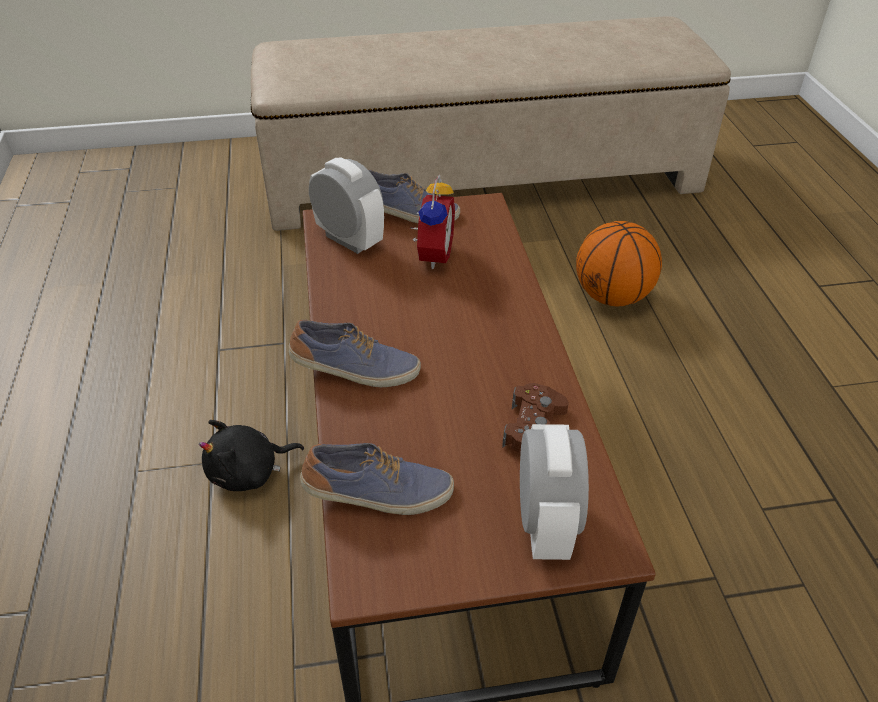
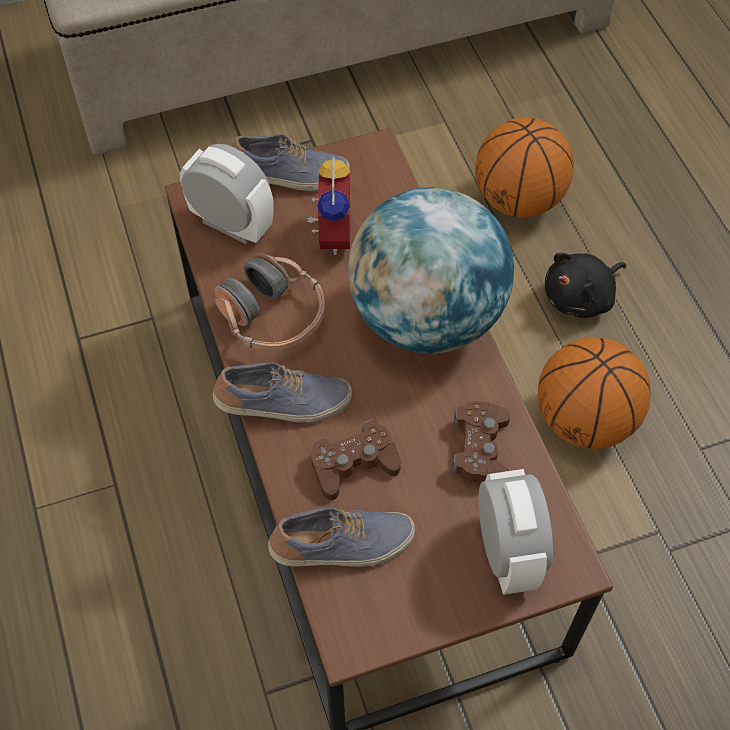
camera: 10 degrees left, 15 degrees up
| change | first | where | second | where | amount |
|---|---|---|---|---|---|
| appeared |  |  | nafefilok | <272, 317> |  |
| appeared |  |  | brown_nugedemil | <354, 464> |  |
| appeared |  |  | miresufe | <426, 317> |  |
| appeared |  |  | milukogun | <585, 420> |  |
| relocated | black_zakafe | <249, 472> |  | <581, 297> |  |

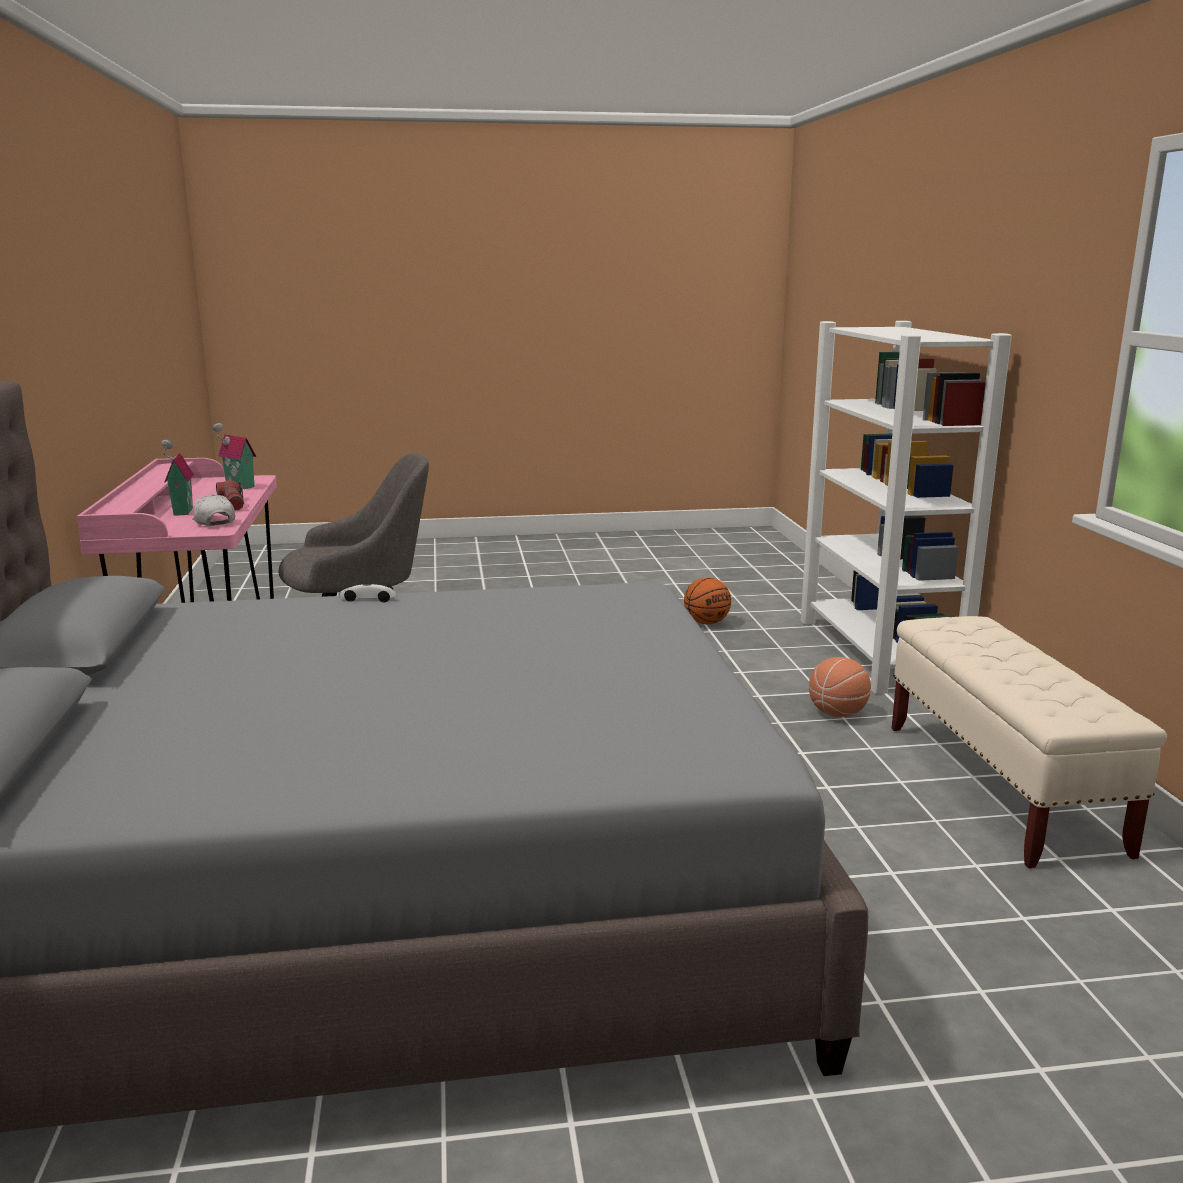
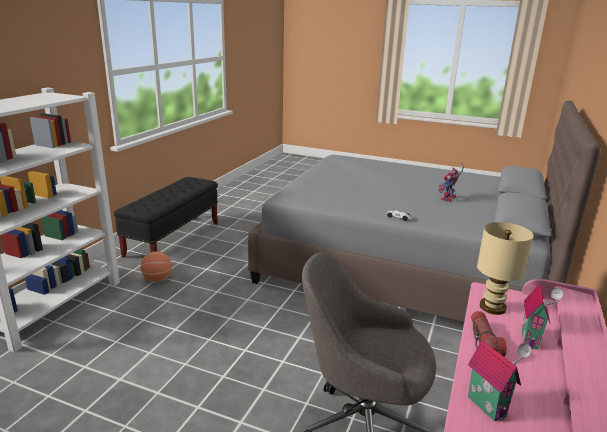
camera: 150 degrees left, 5 degrees up
| change | first | where | second | where | amount |
|---|---|---|---|---|---|
| missing | milukogun | <706, 623> |  |  |  |
| appeared |  |  | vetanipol | <448, 199> |  |
| exchanged | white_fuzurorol | <213, 521> | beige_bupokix | <493, 307> |  |
| colour | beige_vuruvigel | <1000, 787> | black_vuruvigel | <173, 239> |  |

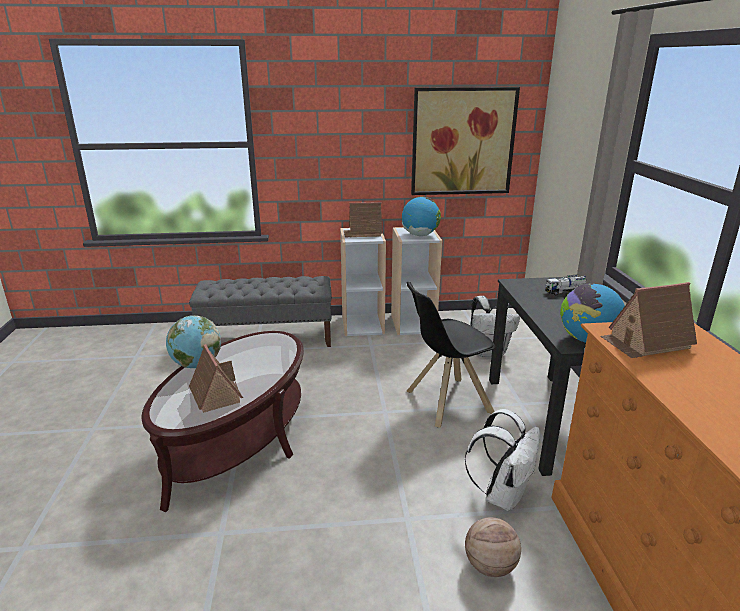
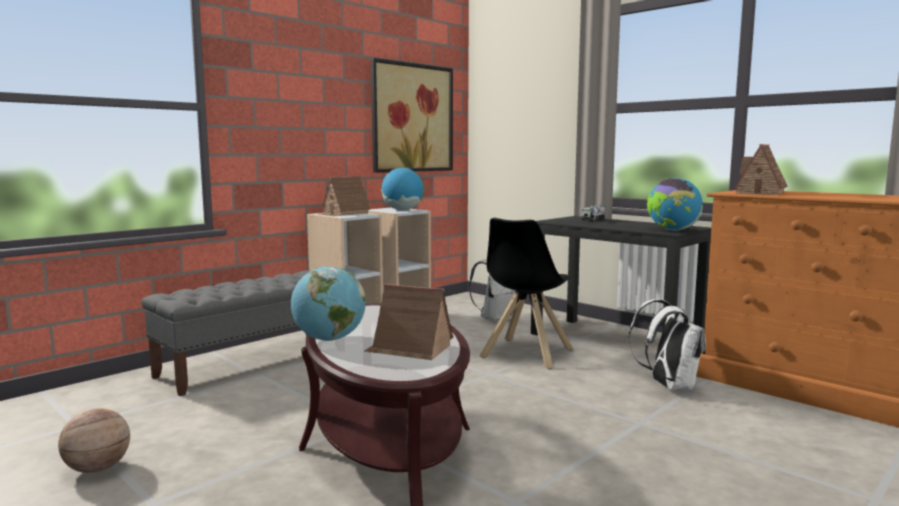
camera: 40 degrees left, 15 degrees down
| change | first | where | second | where | amount |
|---|---|---|---|---|---|
| relocated | milukogun | <490, 566> |  | <98, 469> |  |

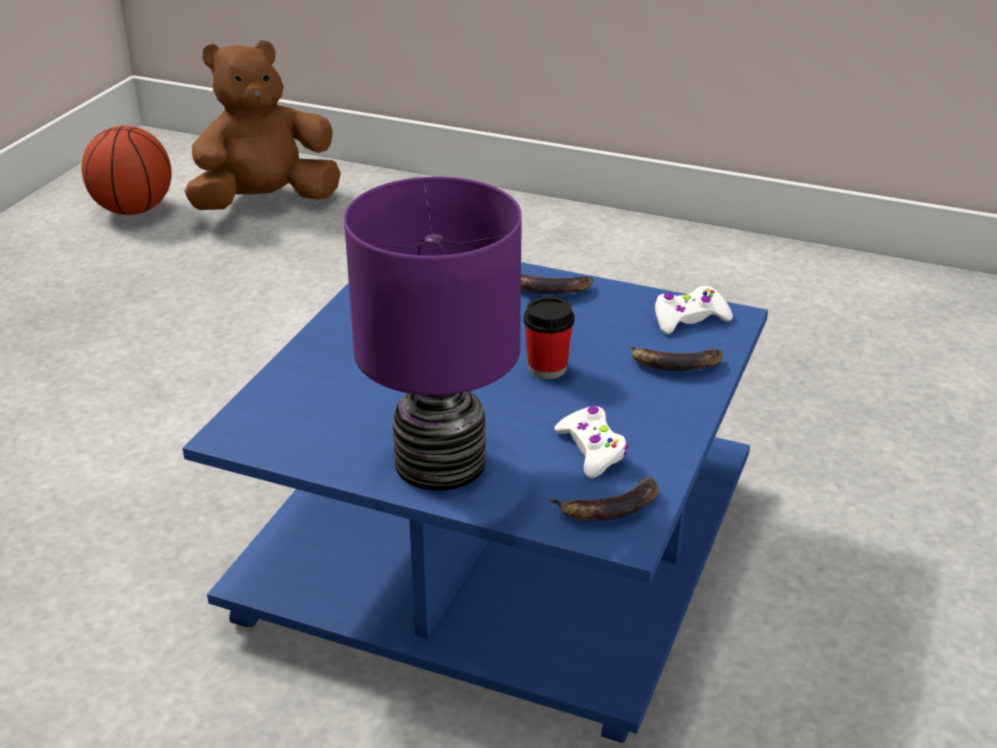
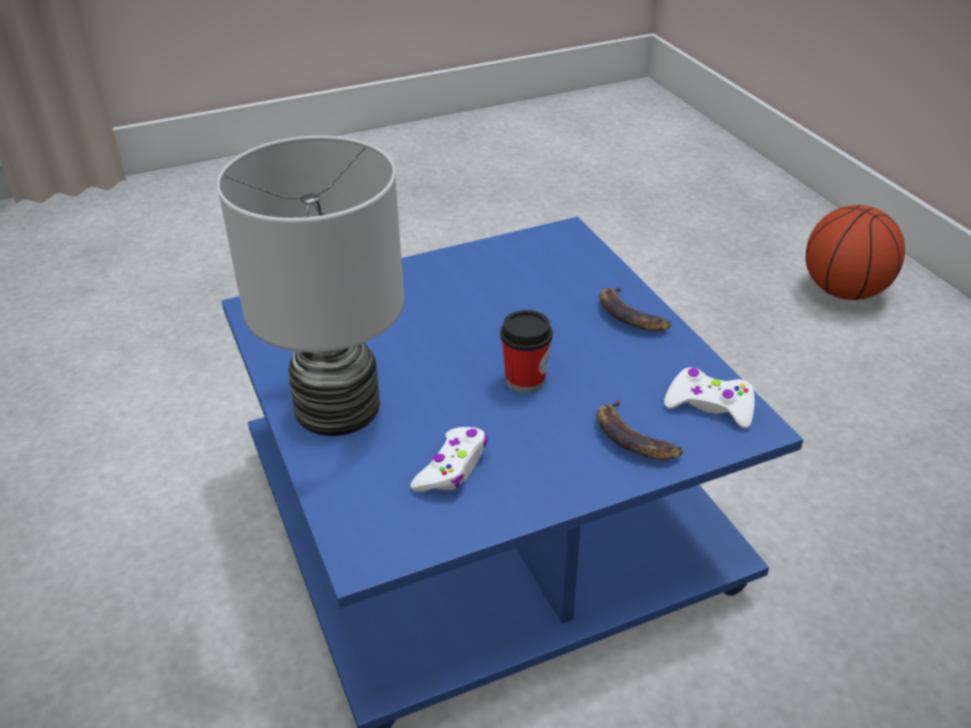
camera: 45 degrees right, 5 degrees up
| change | first | where | second | where | amount |
|---|---|---|---|---|---|
| missing | brown_zakafe | <265, 202> |  |  |  |
| missing | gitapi | <609, 506> |  |  |  |
| relocated | milukogun | <133, 210> |  | <843, 291> |  |
| colour | purple_bupokix | <439, 463> | grey_bupokix | <337, 407> |  |

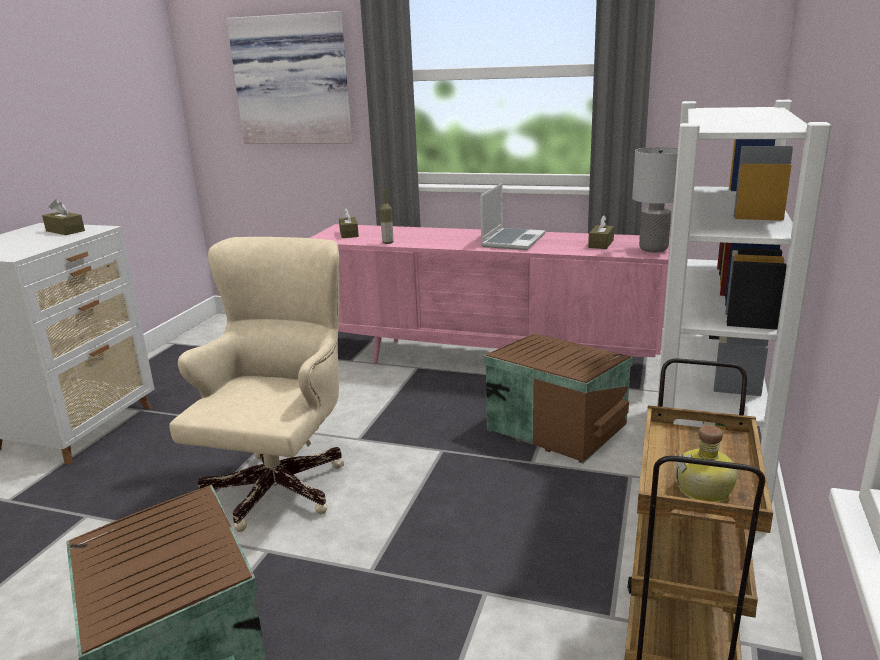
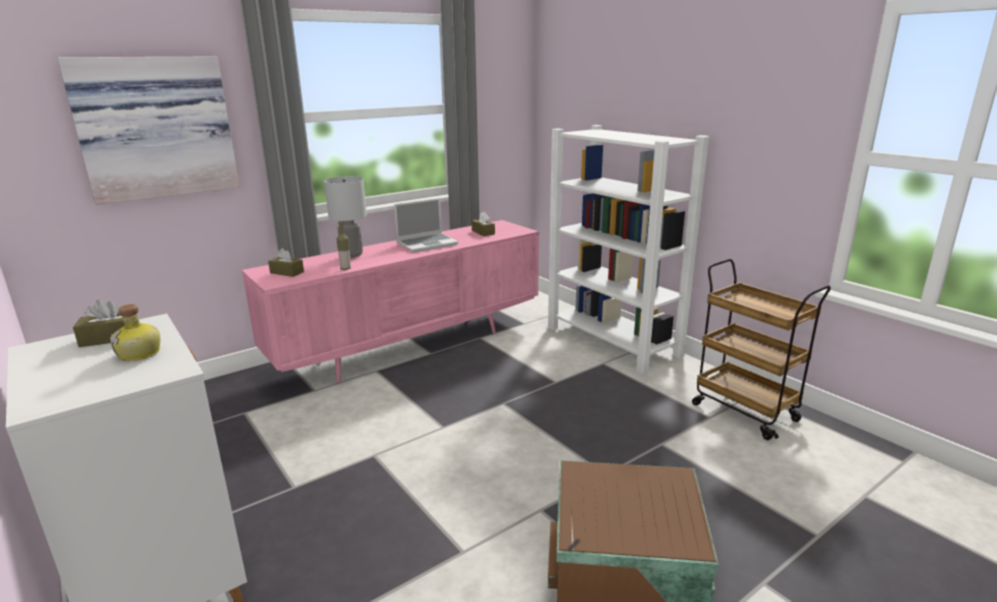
camera: 55 degrees left, 0 degrees up
| change | first | where | second | where | amount |
|---|---|---|---|---|---|
| missing | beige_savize | <280, 484> |  |  |  |
| missing | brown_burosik | <556, 425> |  |  |  |
| relocated | grey_bupokix | <653, 250> |  | <352, 256> |  |
| relocated | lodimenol | <705, 491> |  | <141, 354> |  |
| spun | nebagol | <512, 240> |  | <427, 244> | 90 degrees clockwise |

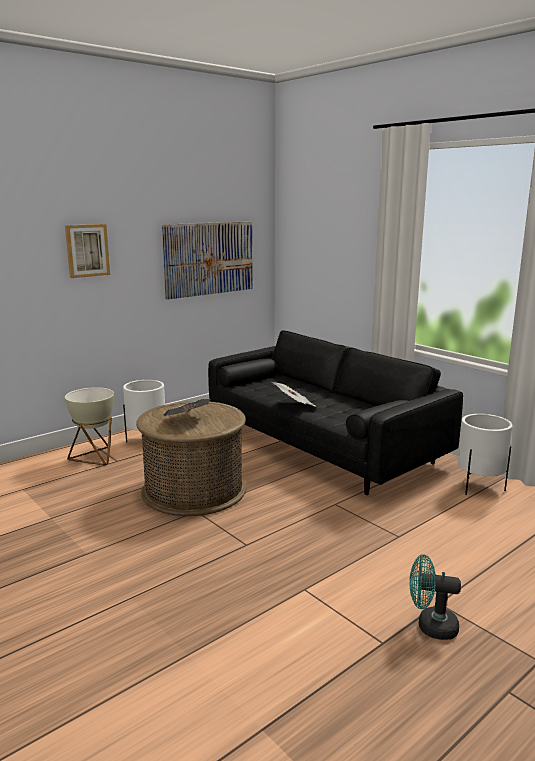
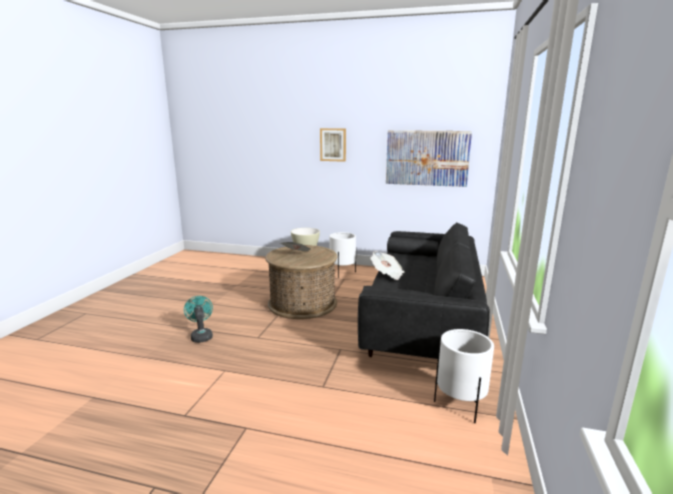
camera: 55 degrees right, 0 degrees up
| change | first | where | second | where | amount |
|---|---|---|---|---|---|
| relocated | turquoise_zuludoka | <430, 626> |  | <201, 336> |  |

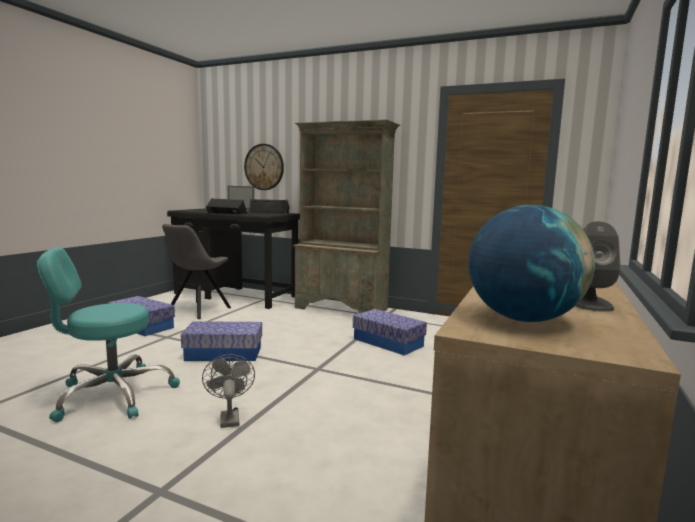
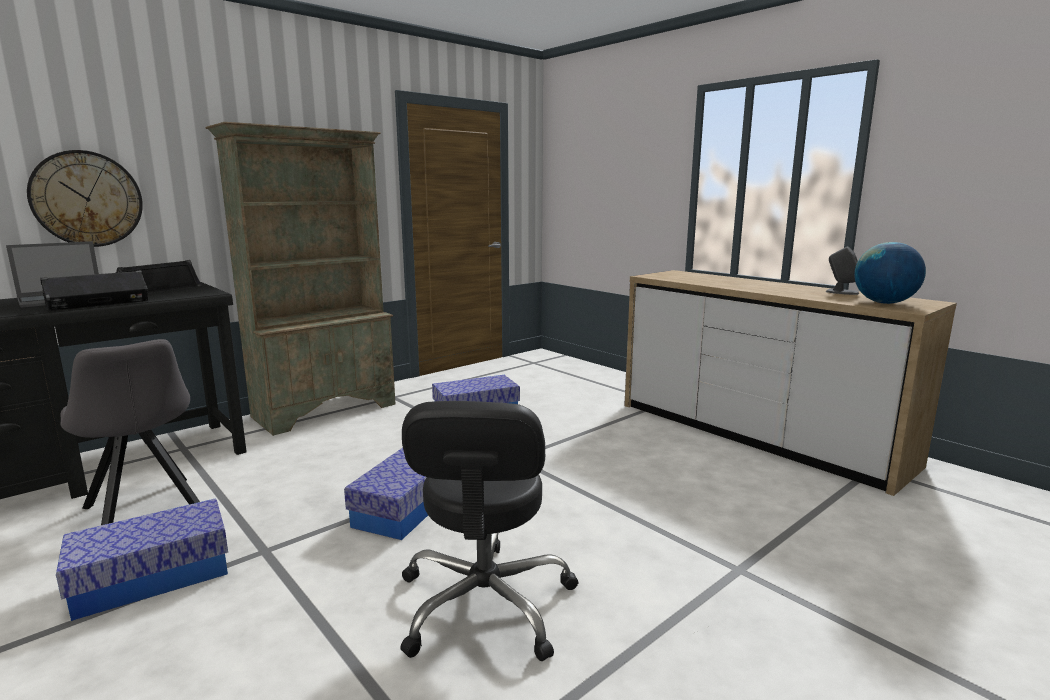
camera: 65 degrees left, 5 degrees up
| change | first | where | second | where | amount |
|---|---|---|---|---|---|
| missing | grey_zuludoka | <229, 417> |  |  |  |
| colour | turquoise_savize | <108, 395> | black_savize | <484, 610> |  |

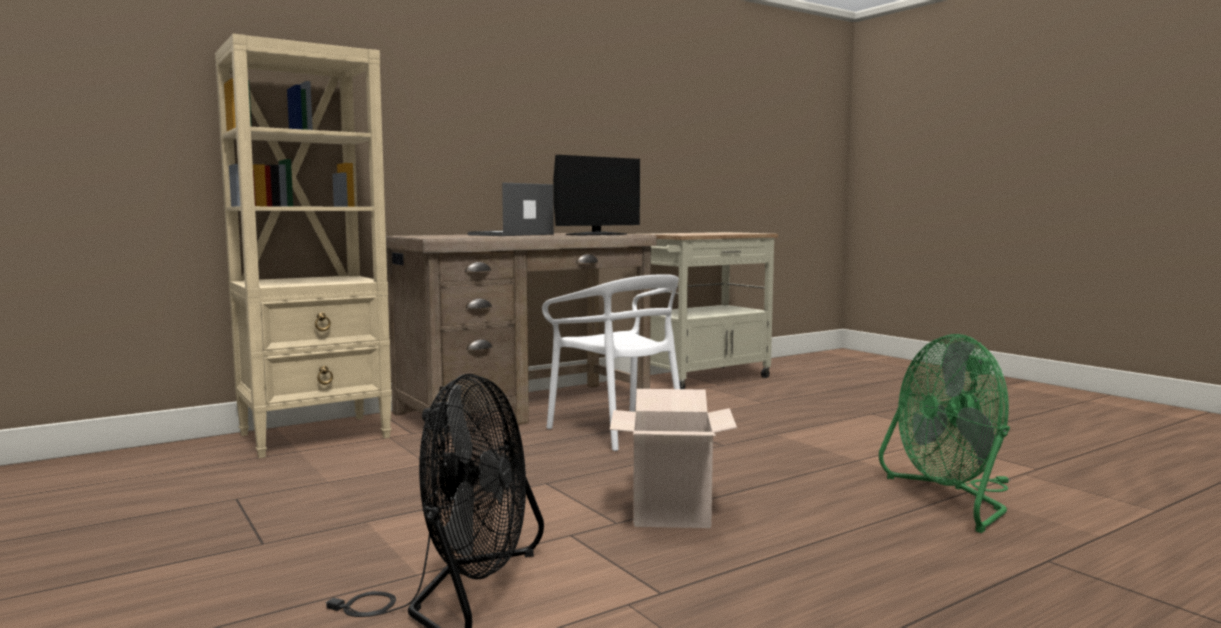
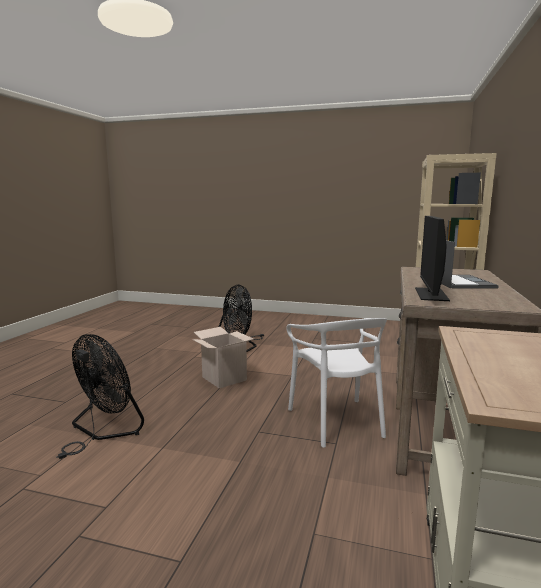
camera: 140 degrees right, 5 degrees up
| change | first | where | second | where | amount |
|---|---|---|---|---|---|
| colour | green_zuludoka | <955, 498> | black_zuludoka | <98, 428> |  |
| spun | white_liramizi | <618, 431> |  | <336, 421> | 120 degrees counterclockwise |

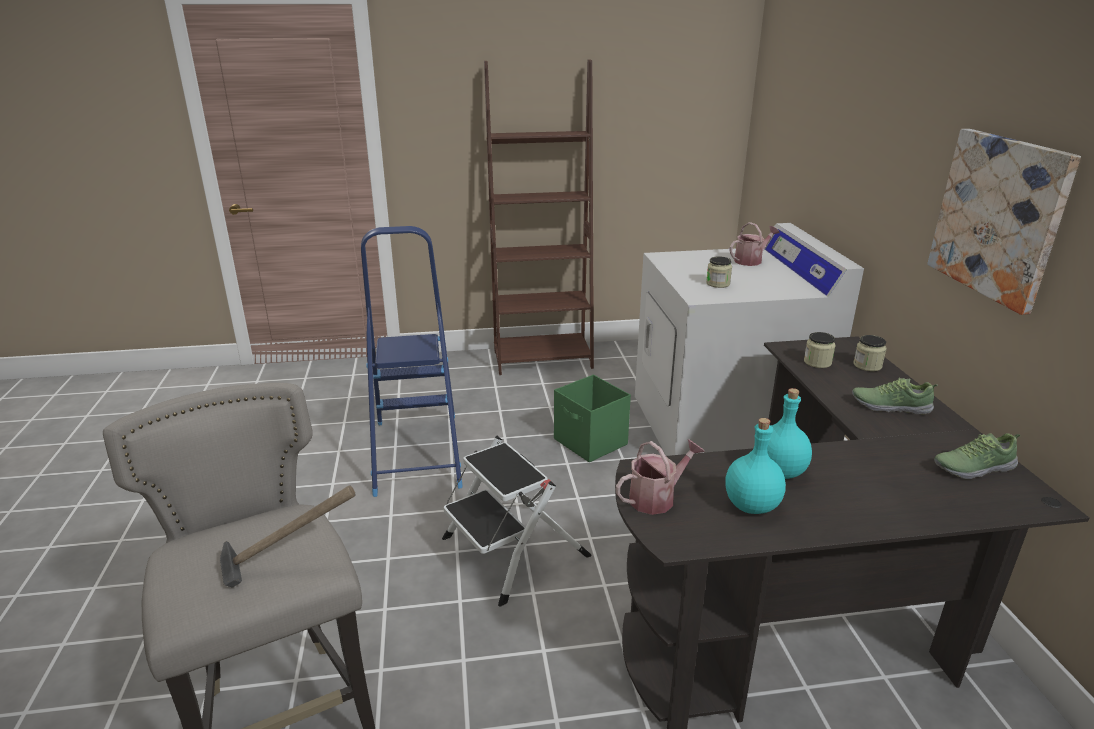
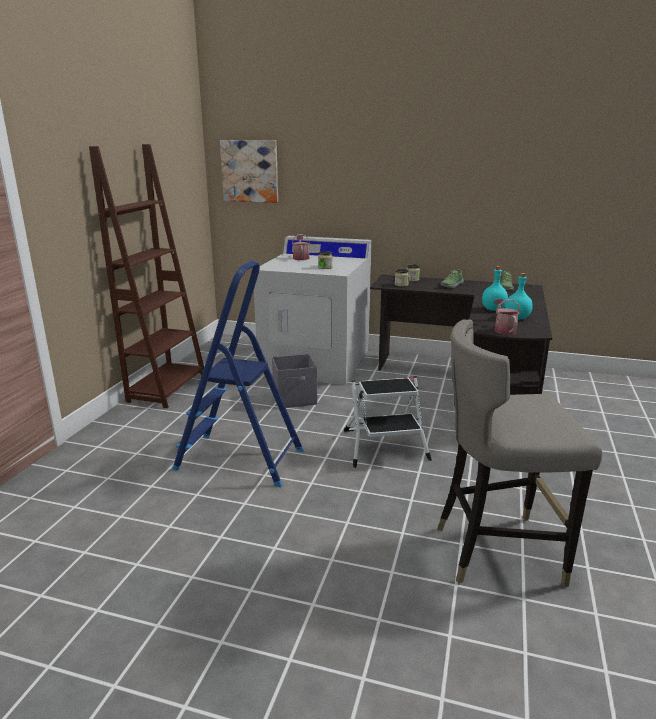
camera: 65 degrees left, 5 degrees down
| change | first | where | second | where | amount |
|---|---|---|---|---|---|
| missing | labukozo | <288, 567> |  |  |  |
| relocated | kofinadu | <999, 217> |  | <250, 171> |  |
| colour | green_burosik | <590, 442> | grey_burosik | <295, 399> |  |

